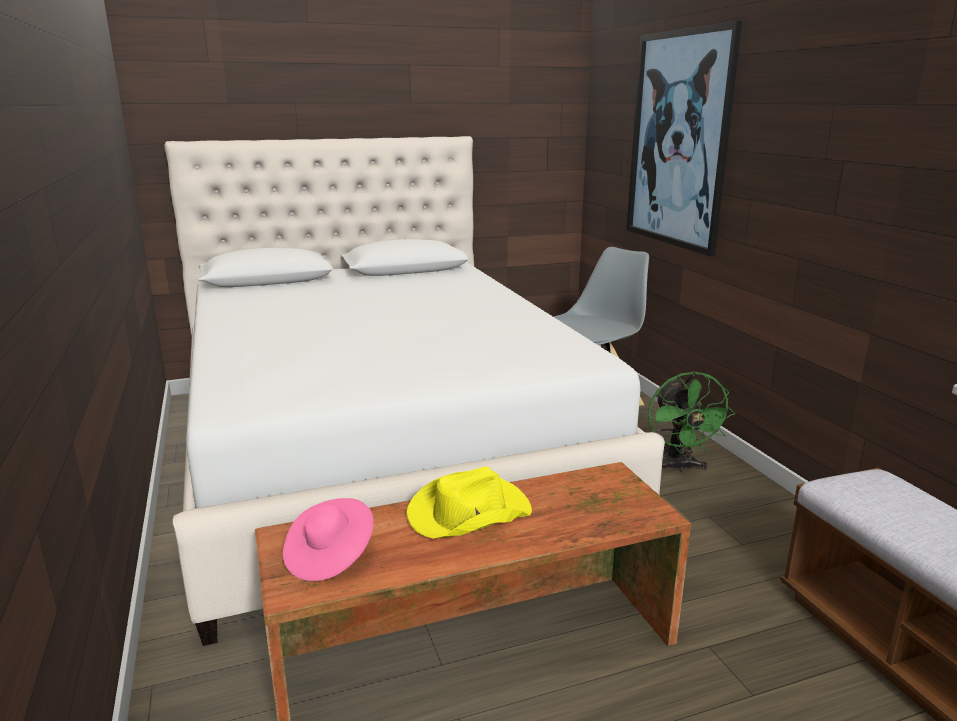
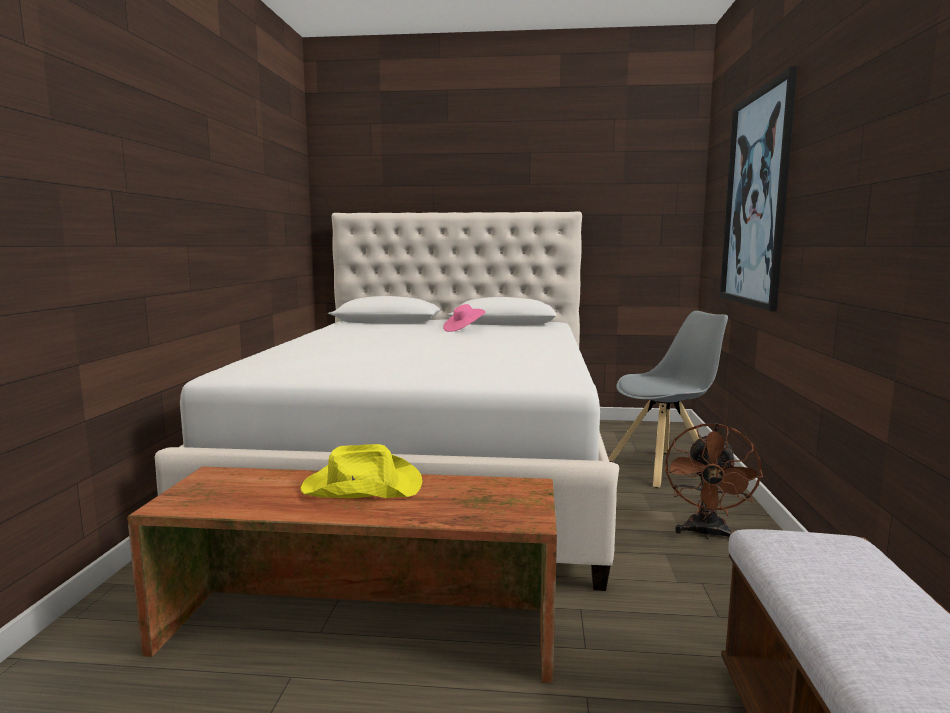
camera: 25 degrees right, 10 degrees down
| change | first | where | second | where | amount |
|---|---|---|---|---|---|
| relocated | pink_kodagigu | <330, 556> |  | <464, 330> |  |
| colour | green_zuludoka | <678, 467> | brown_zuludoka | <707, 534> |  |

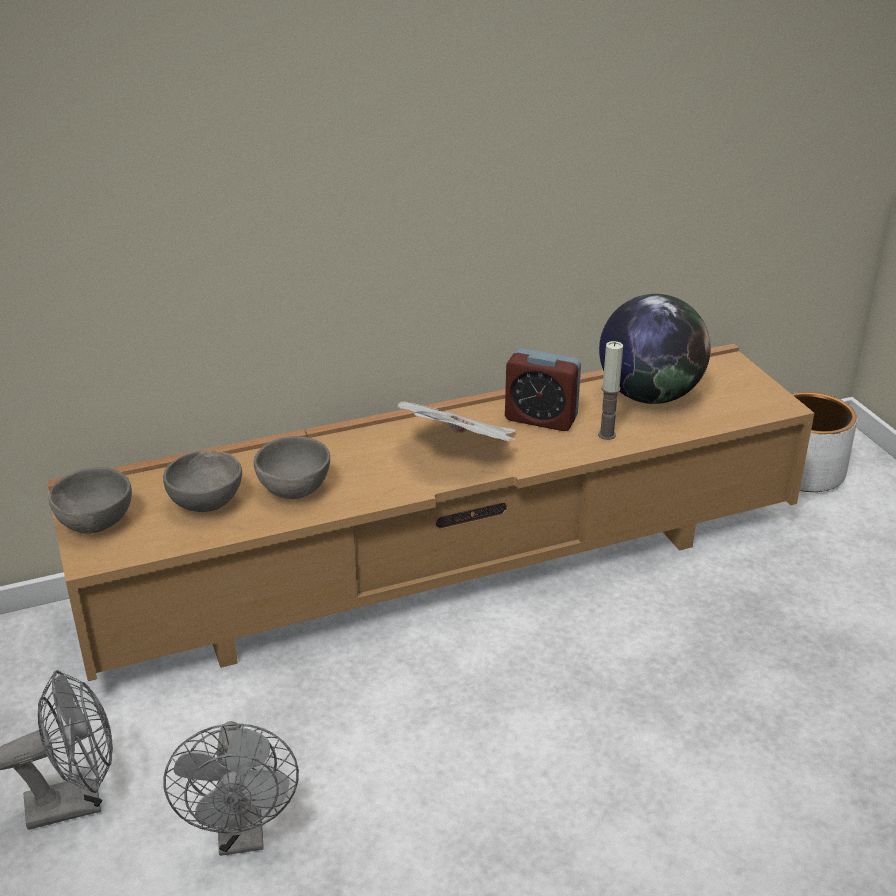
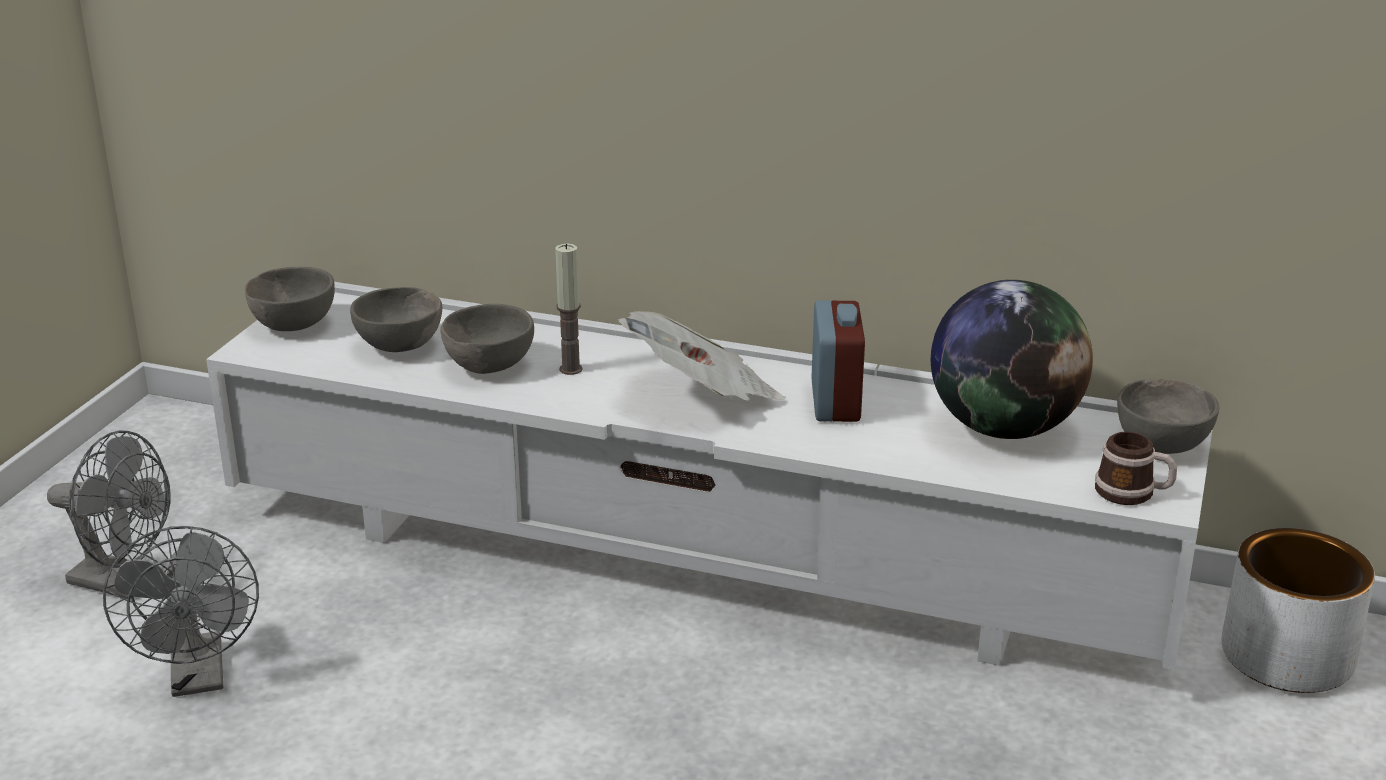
camera: 40 degrees right, 5 degrees down
| change | first | where | second | where | amount |
|---|---|---|---|---|---|
| appeared |  |  | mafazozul | <1133, 493> |  |
| appeared |  |  | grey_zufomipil | <1163, 446> |  |
| relocated | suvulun | <606, 434> |  | <571, 369> |  |
| colour | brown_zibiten | <447, 564> | white_zibiten | <694, 551> |  |
| spun | grey_zuludoka | <242, 835> |  | <199, 678> | 45 degrees counterclockwise |
| spun | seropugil | <541, 419> |  | <835, 401> | 150 degrees counterclockwise |

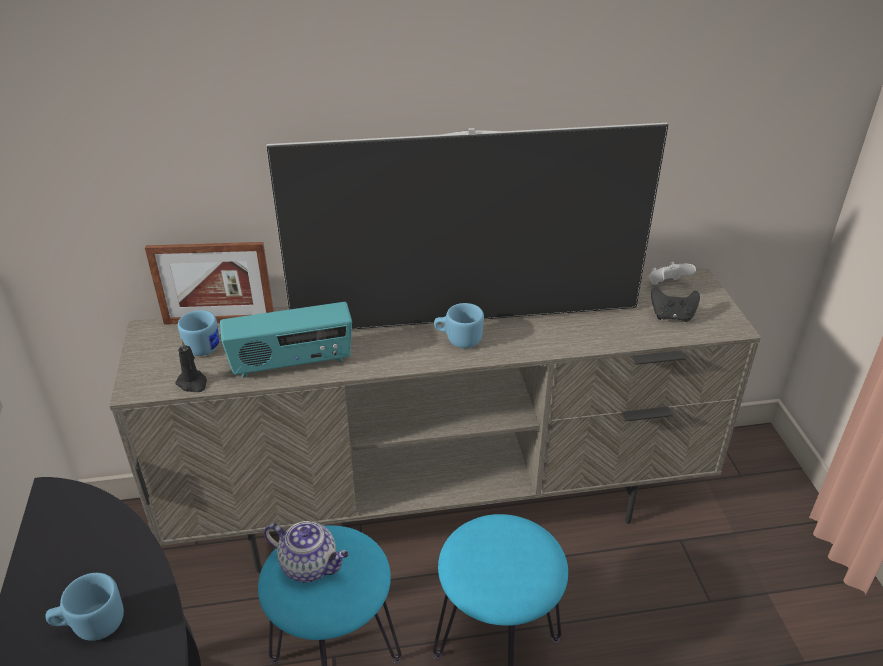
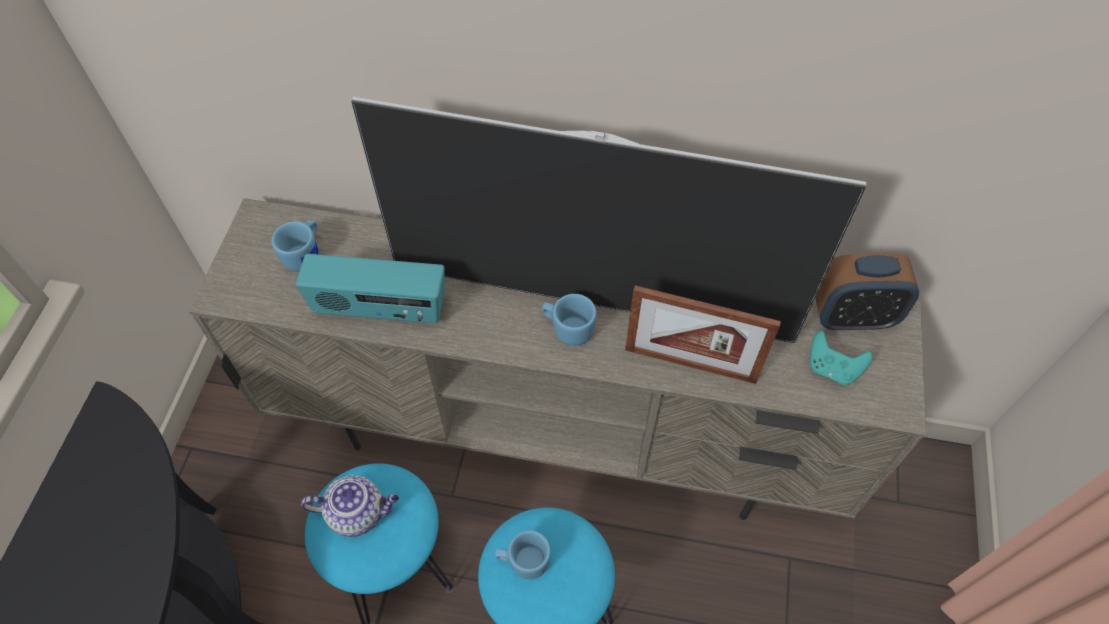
camera: 20 degrees right, 20 degrees up
| change | first | where | second | where | amount |
|---|---|---|---|---|---|
| missing | black_suvulun | <193, 383> |  |  |  |
| relocated | blue_mafazozul | <91, 624> |  | <523, 560> |  |
| relocated | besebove | <219, 321> |  | <690, 364> |  |
| exchanged | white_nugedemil | <667, 285> | seropugil | <852, 316> |  |
| colour | black_nugedemil | <672, 316> | turquoise_nugedemil | <832, 368> |  |
| spun | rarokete | <310, 565> |  | <358, 513> | 45 degrees counterclockwise |

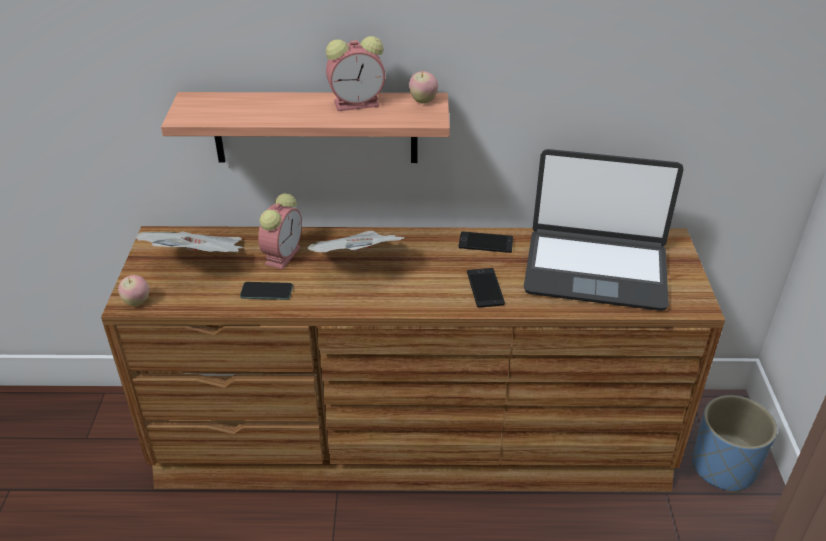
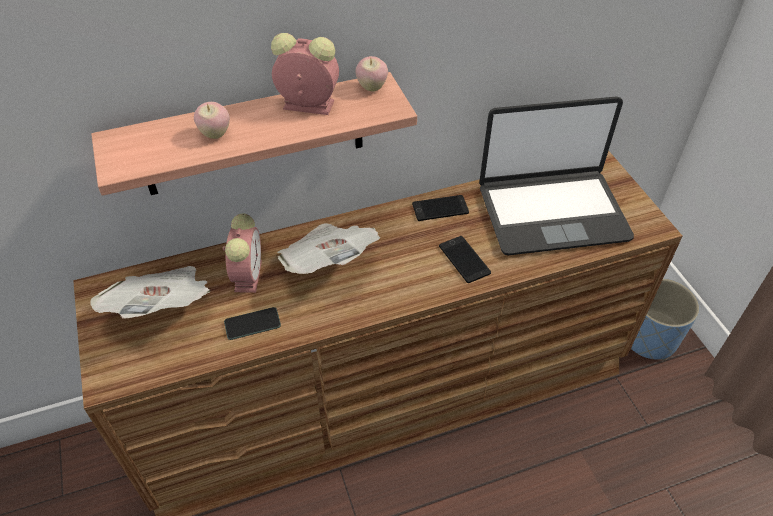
camera: 20 degrees left, 10 degrees up
| change | first | where | second | where | amount |
|---|---|---|---|---|---|
| relocated | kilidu | <137, 302> |  | <215, 134> |  |
| spun | seropugil | <358, 103> |  | <306, 105> | 135 degrees counterclockwise |

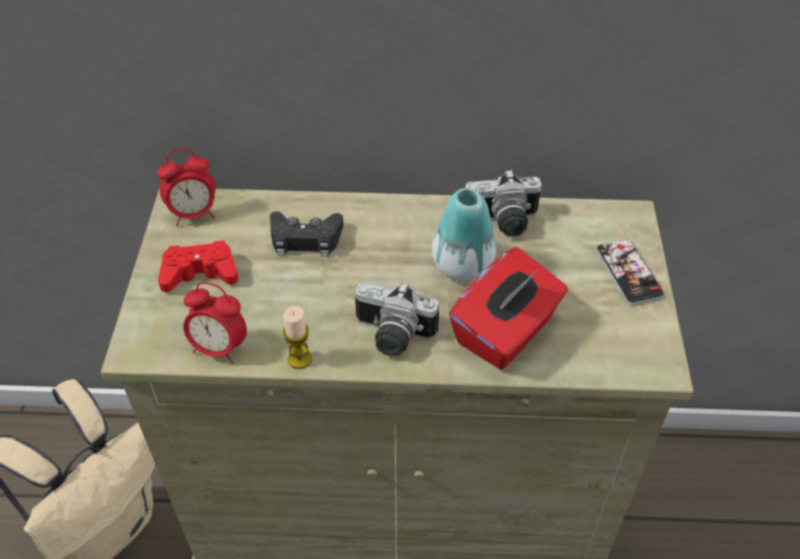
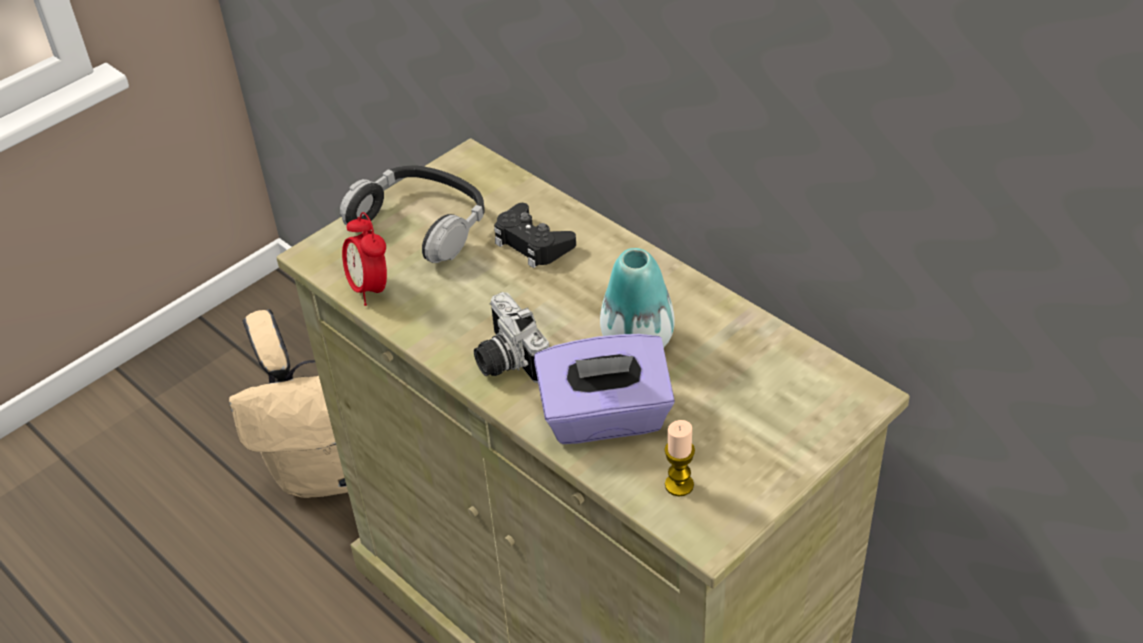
camera: 45 degrees right, 5 degrees down
| change | first | where | second | where | amount |
|---|---|---|---|---|---|
| missing | seropugil | <194, 214> |  |  |  |
| missing | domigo | <502, 223> |  |  |  |
| missing | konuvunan | <628, 272> |  |  |  |
| relocated | suvulun | <300, 359> |  | <679, 485> |  |
| exchanged | red_nugedemil | <200, 273> | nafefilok | <421, 223> |  |
| colour | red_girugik | <506, 332> | purple_girugik | <605, 418> |  |

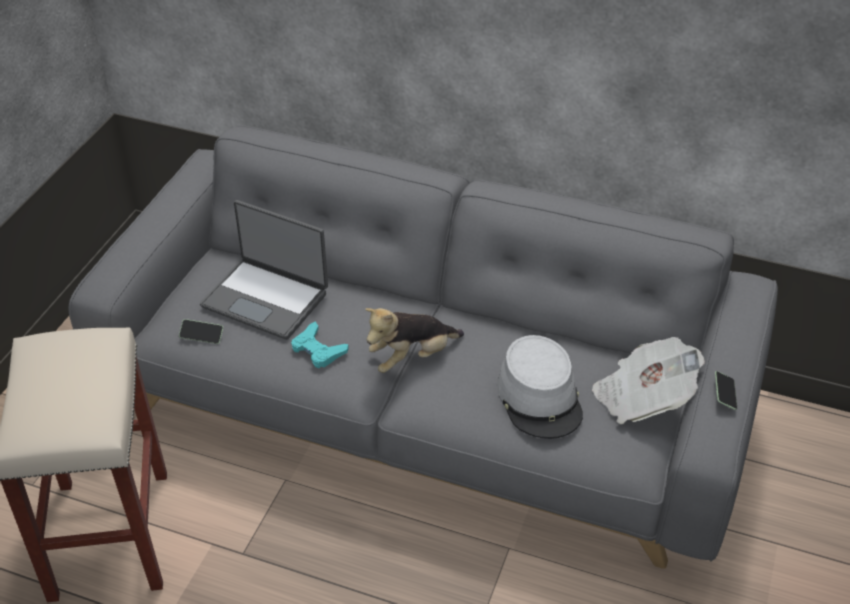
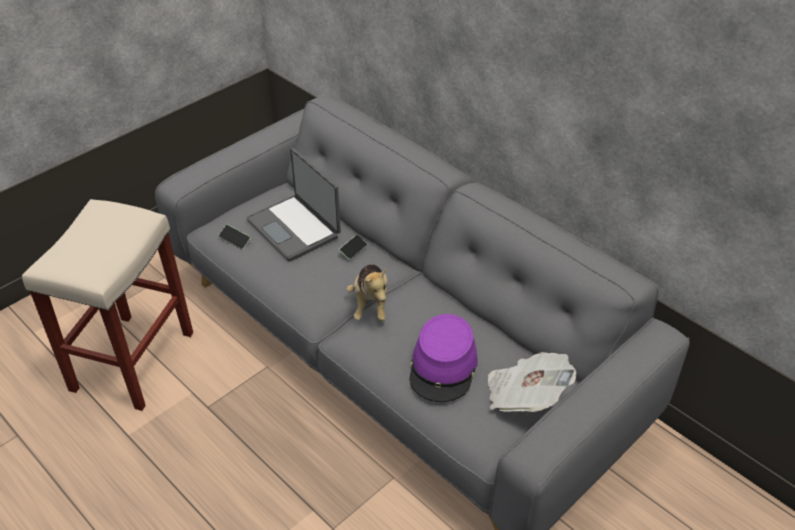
camera: 25 degrees right, 0 degrees up
| change | first | where | second | where | amount |
|---|---|---|---|---|---|
| missing | turquoise_nugedemil | <318, 350> |  |  |  |
| relocated | konuvunan | <724, 395> |  | <353, 250> |  |
| colour | grey_kodagigu | <540, 397> | purple_kodagigu | <443, 366> |  |
| spun | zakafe | <412, 357> |  | <370, 304> | 90 degrees counterclockwise |

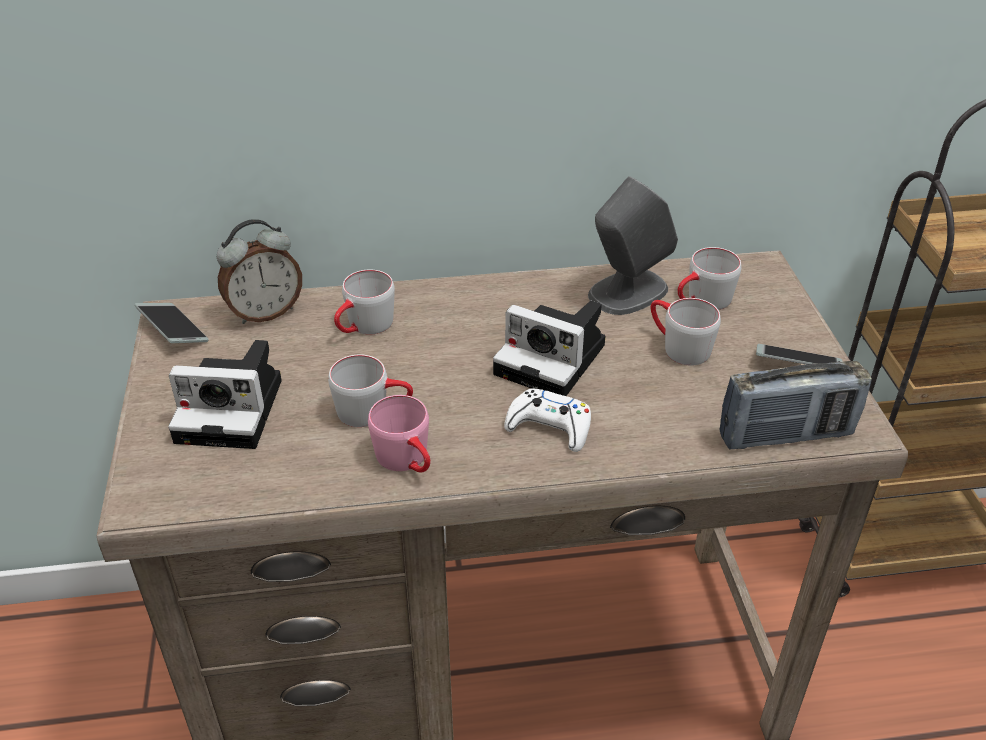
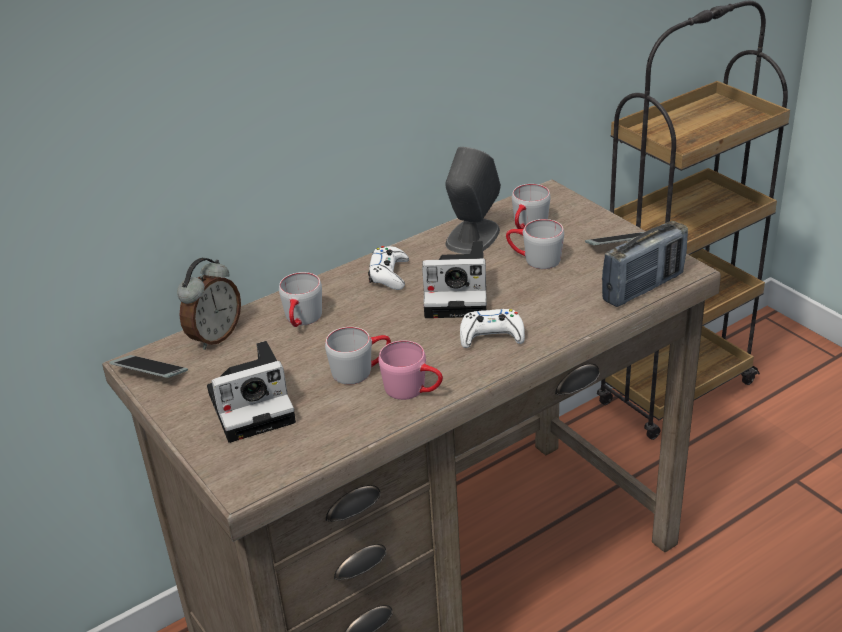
camera: 25 degrees left, 5 degrees down
| change | first | where | second | where | amount |
|---|---|---|---|---|---|
| appeared |  |  | white_nugedemil | <389, 274> |  |

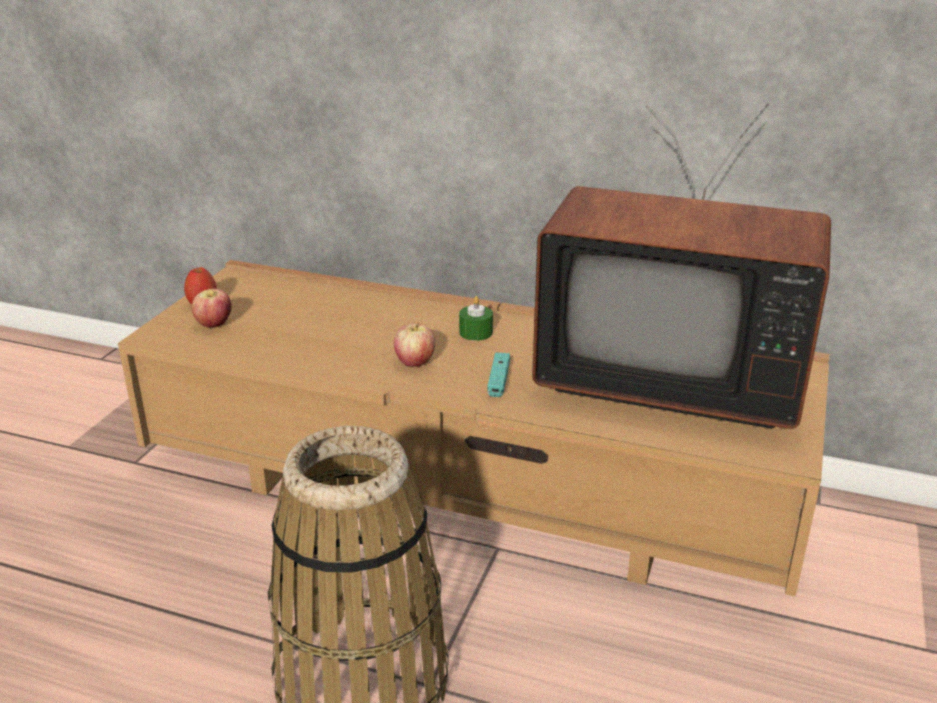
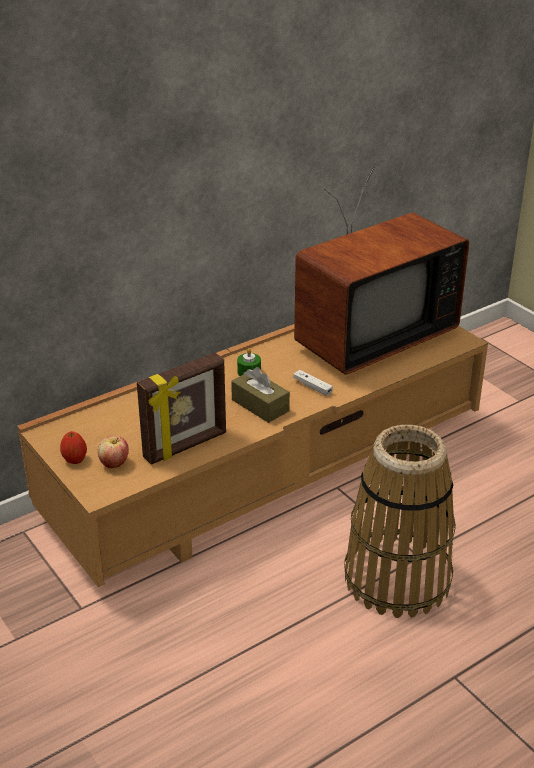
camera: 55 degrees left, 5 degrees up
| change | first | where | second | where | amount |
|---|---|---|---|---|---|
| appeared |  |  | besebove | <186, 446> |  |
| exchanged | kilidu | <415, 362> | brown_girugik | <260, 405> |  |
| colour | turquoise_nugedemil | <498, 380> | white_nugedemil | <312, 387> |  |

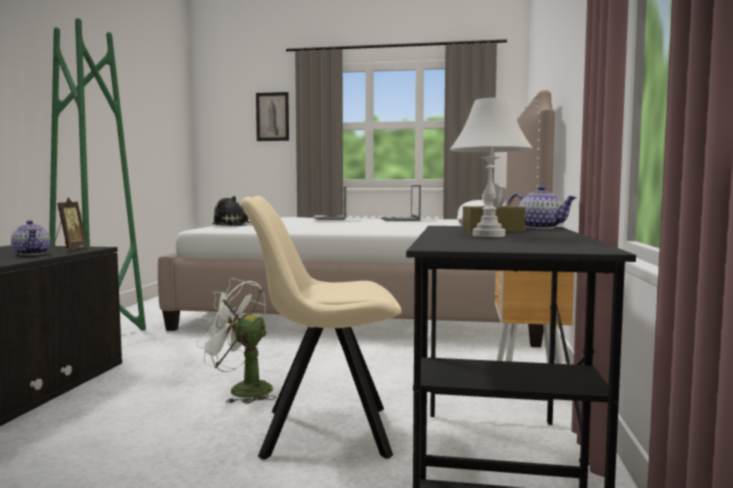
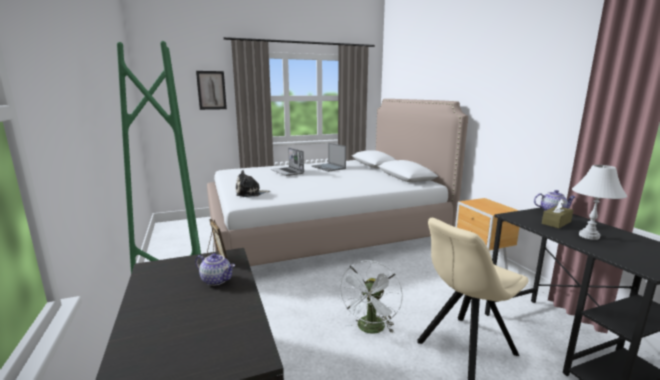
camera: 30 degrees left, 10 degrees up
| change | first | where | second | where | amount |
|---|---|---|---|---|---|
| spun | white_zuludoka | <241, 390> |  | <370, 329> | 60 degrees counterclockwise |

